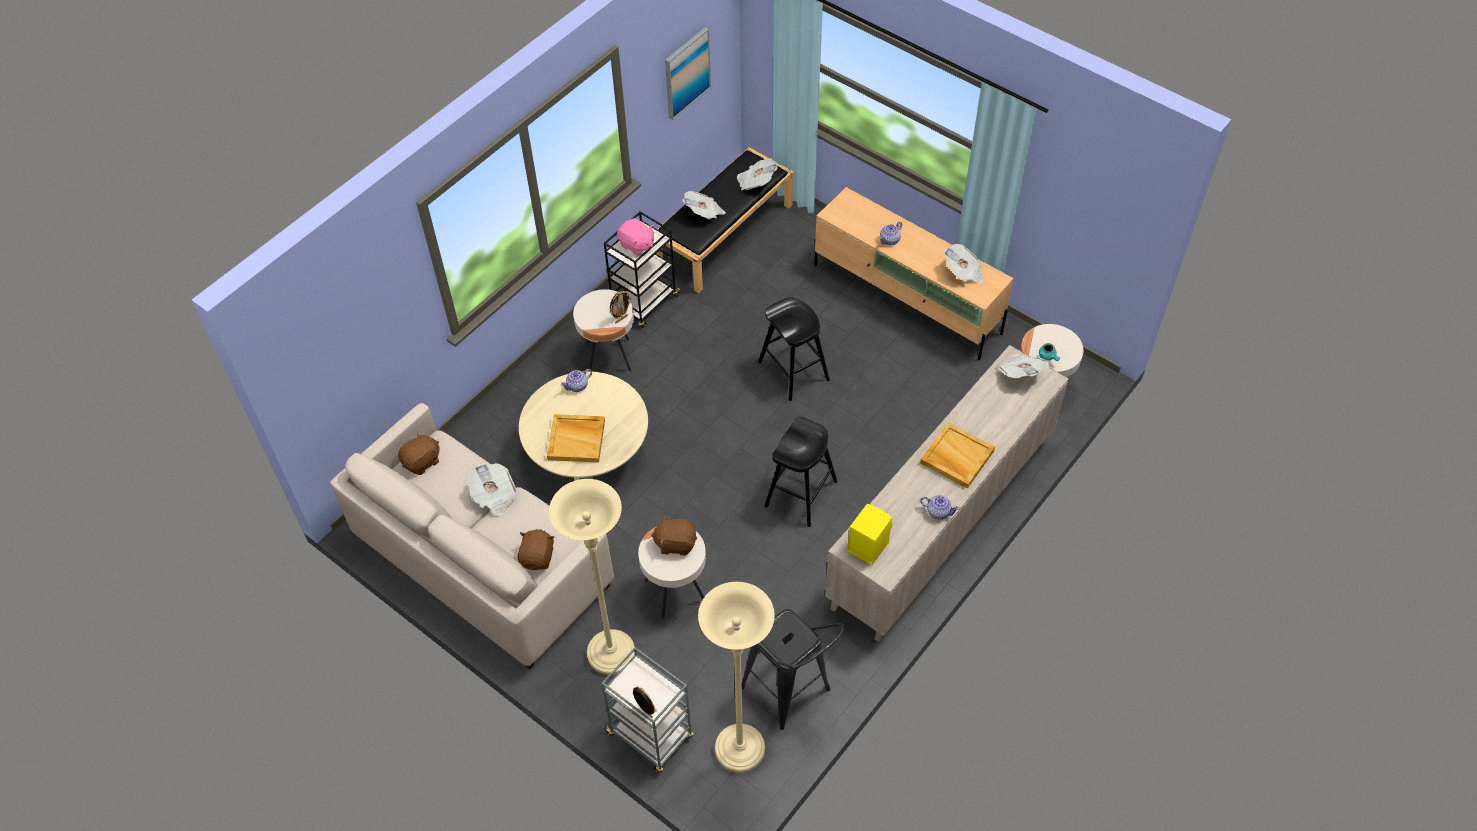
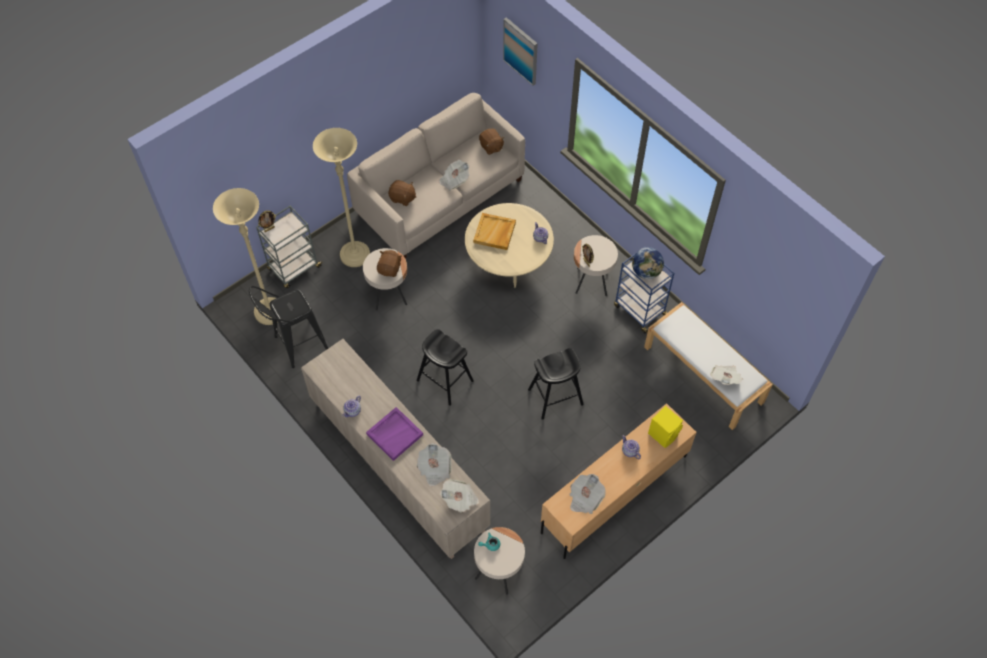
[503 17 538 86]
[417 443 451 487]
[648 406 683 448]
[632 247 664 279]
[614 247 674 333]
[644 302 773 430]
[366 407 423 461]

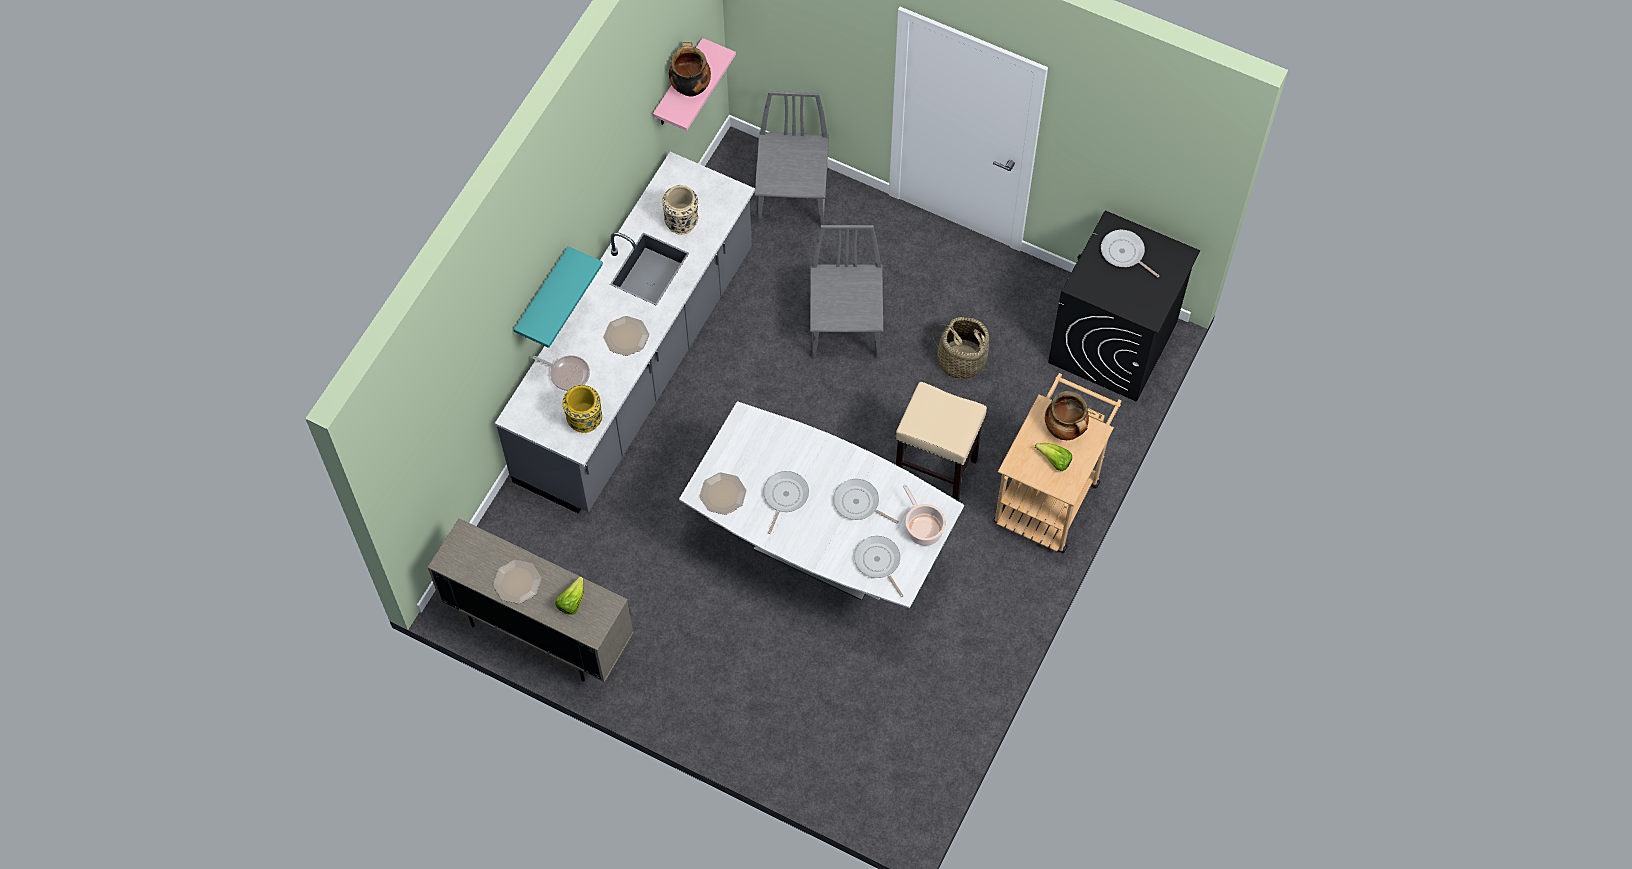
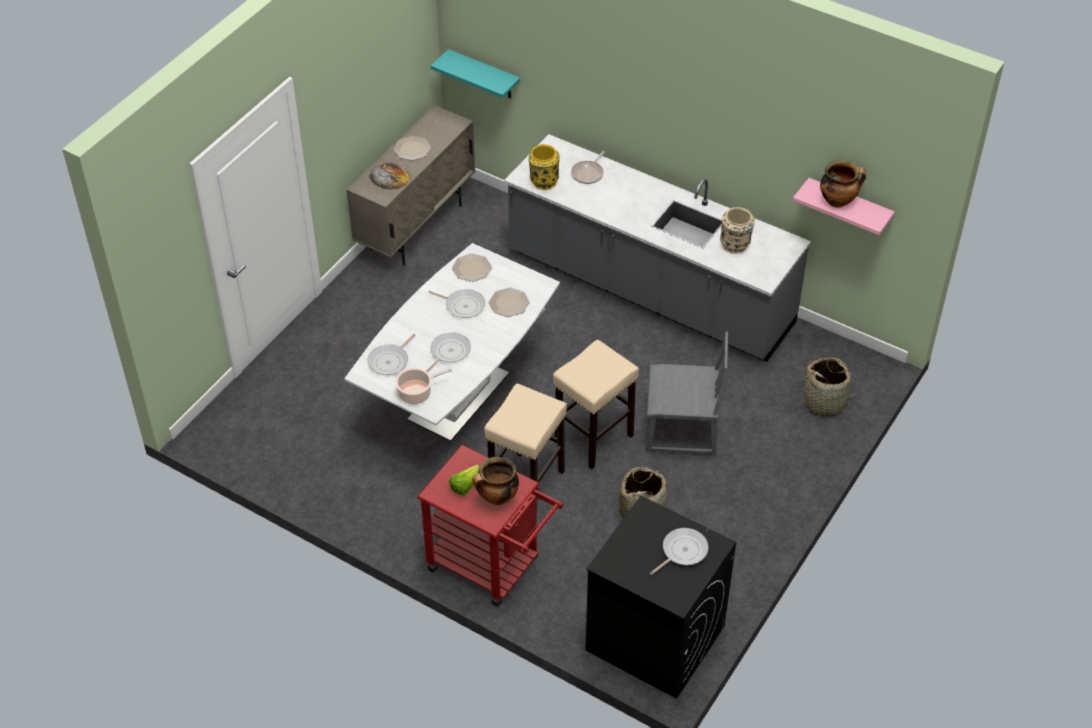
[553 340 639 469]
[431 49 520 98]
[489 288 529 317]
[369 163 411 190]
[798 357 861 417]
[417 445 563 607]
[368 334 415 375]

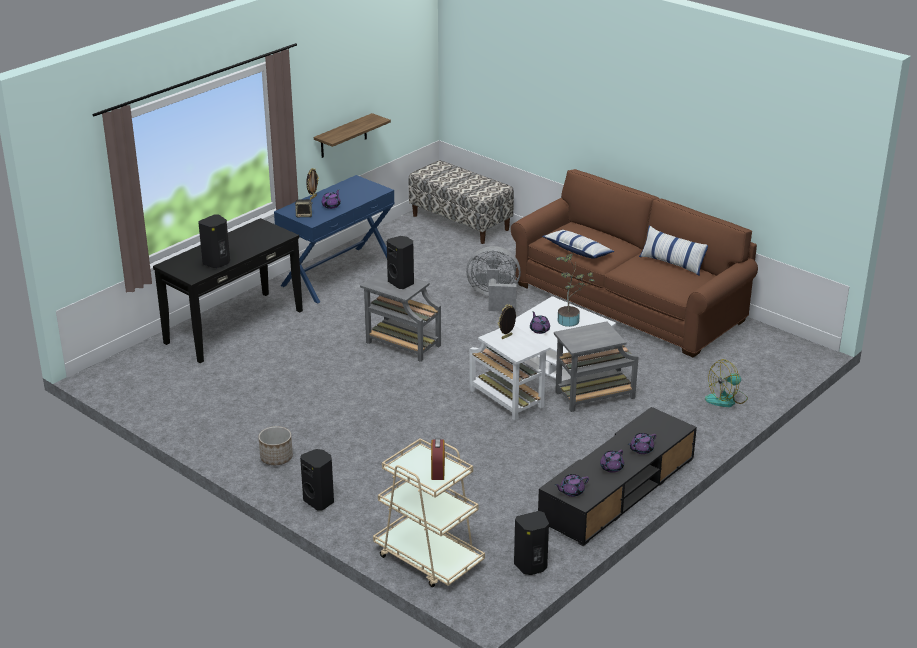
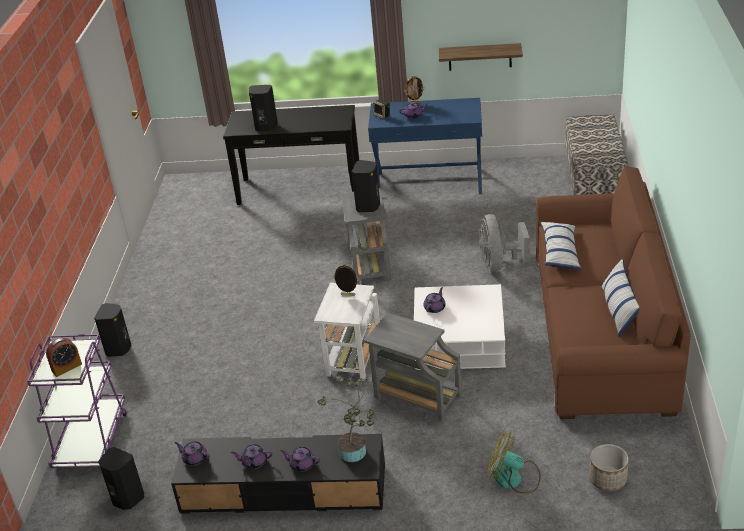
[589 444 629 491]
[318 375 374 462]
[27 334 127 468]
[479 214 530 272]

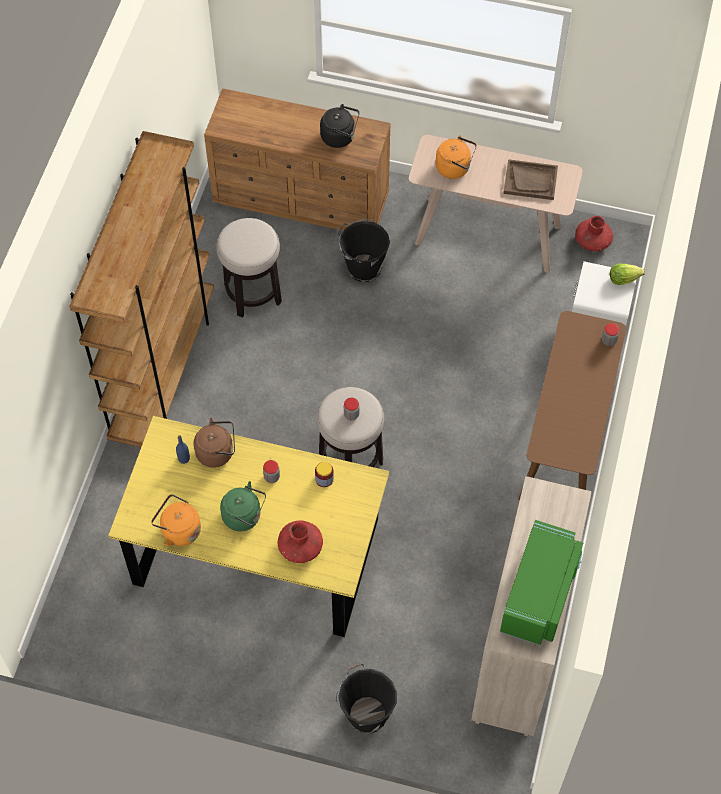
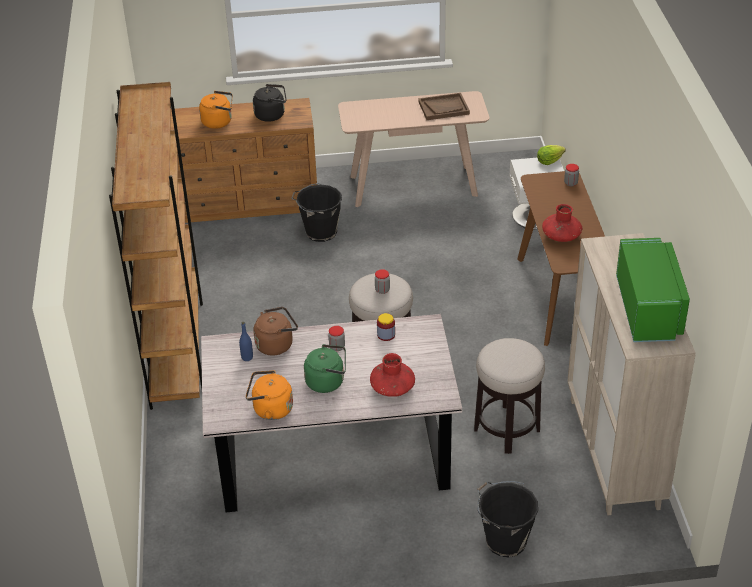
[474 338 545 454]
[199 91 233 129]
[542 204 582 242]
[201 314 462 512]

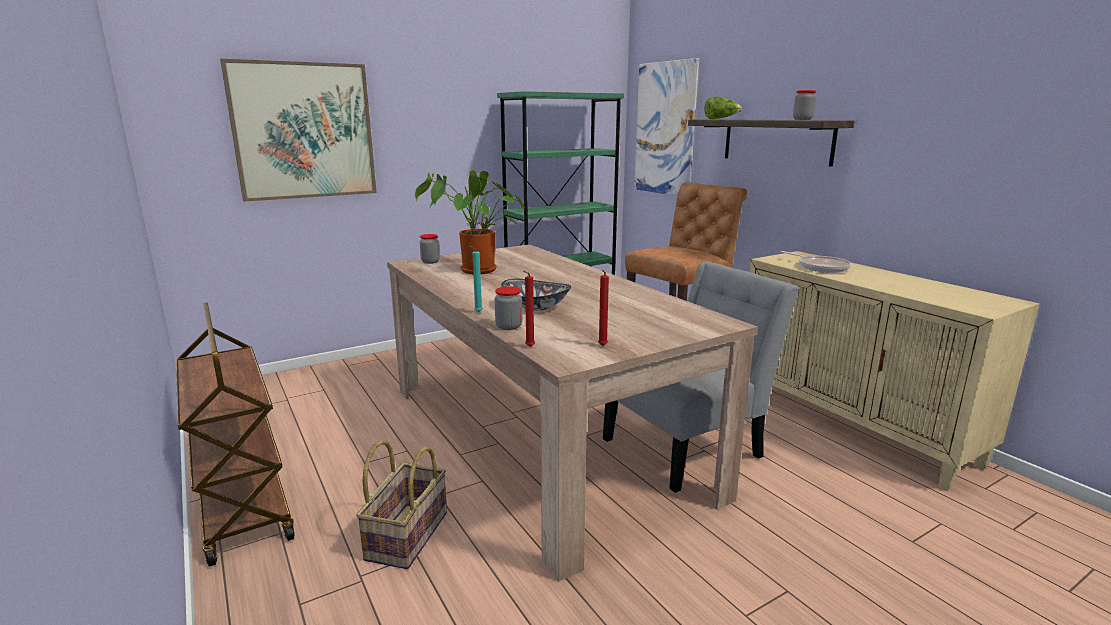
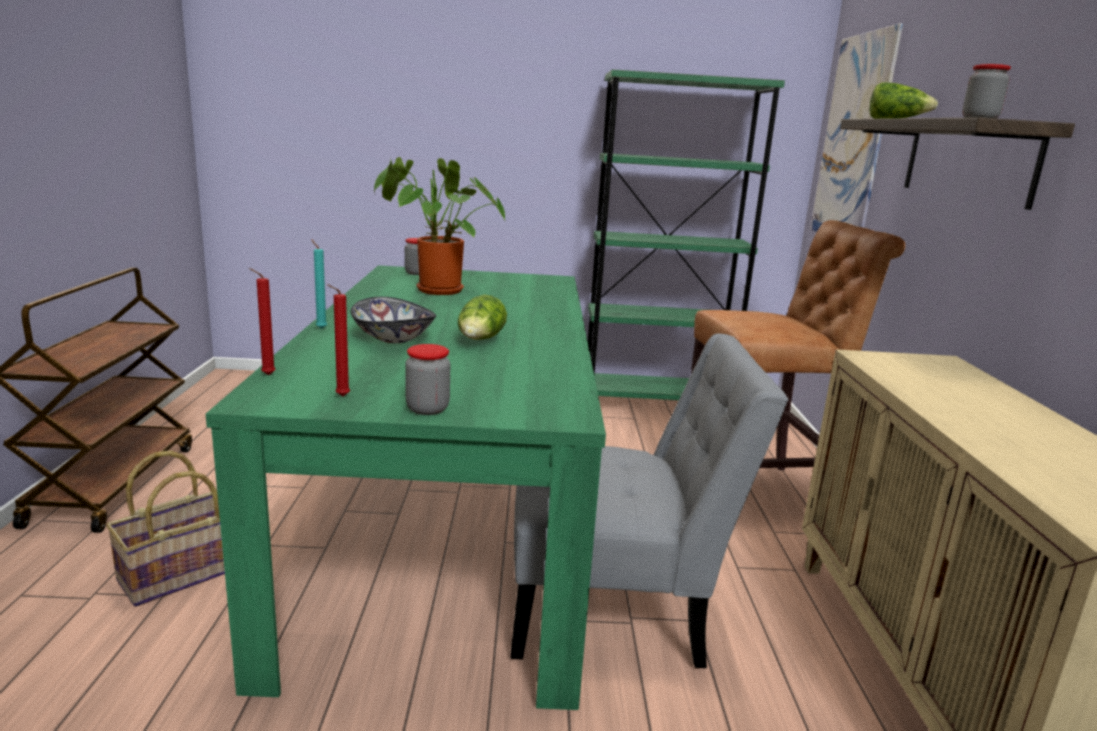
[220 59 377 202] (first image)
[781 251 852 273] (first image)
[457 295 507 340]
[405 344 450 415]
[206 265 606 710]

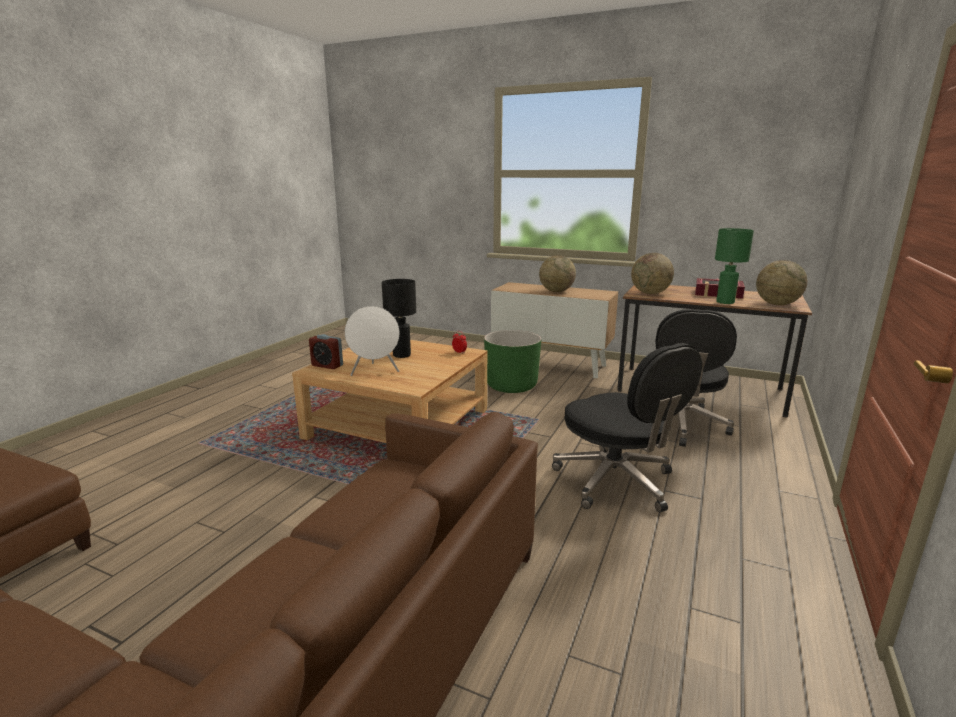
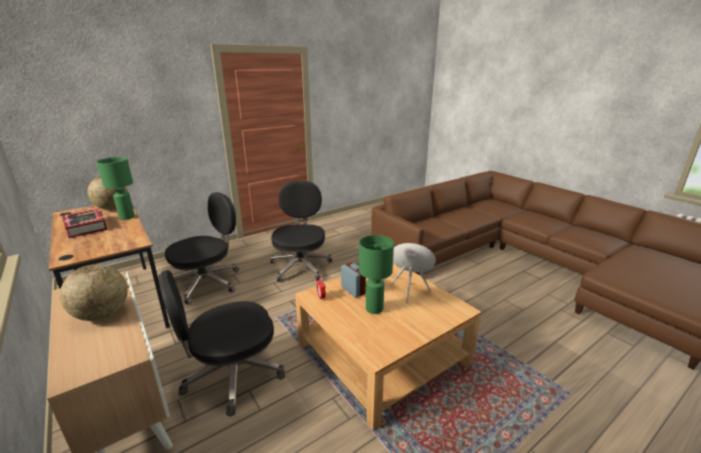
[631 253 674 294] (first image)
[341 262 366 298]
[158 270 285 416]
[359 235 394 314]

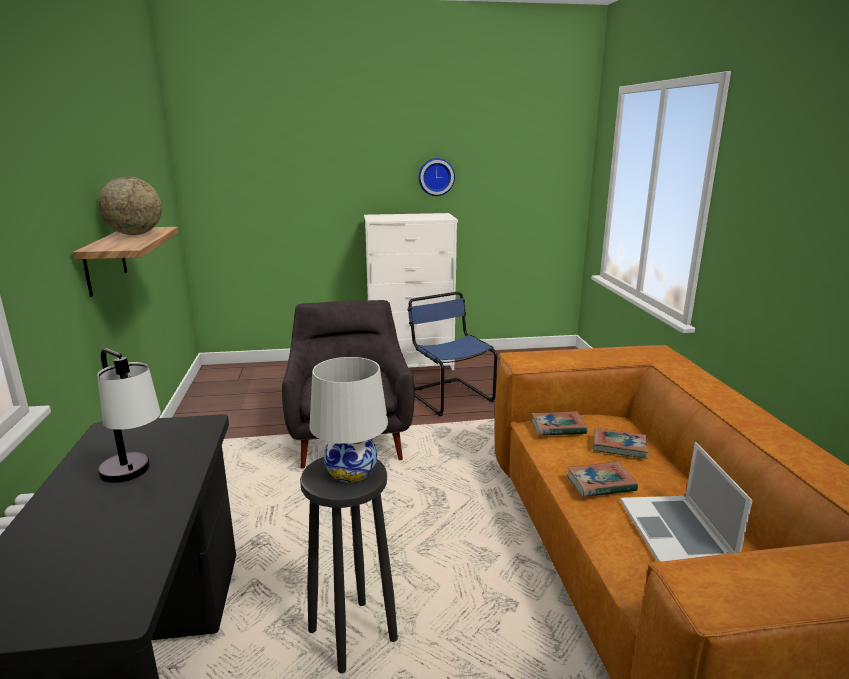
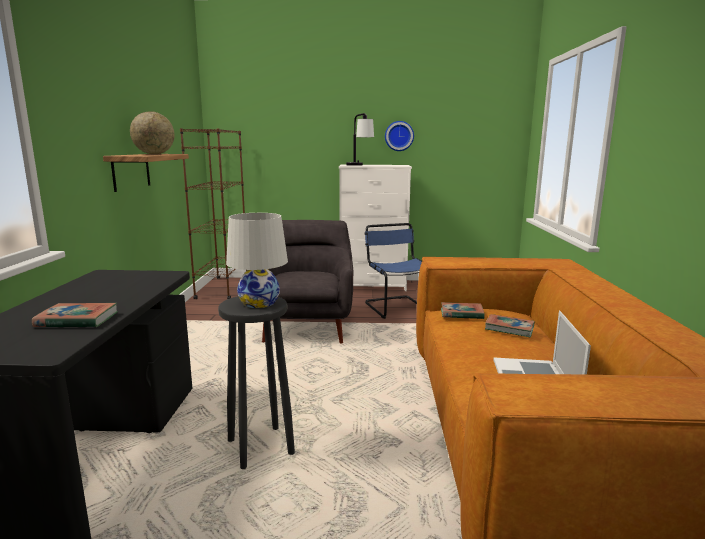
[180 128 247 299]
[346 113 374 166]
[32 303 118 327]

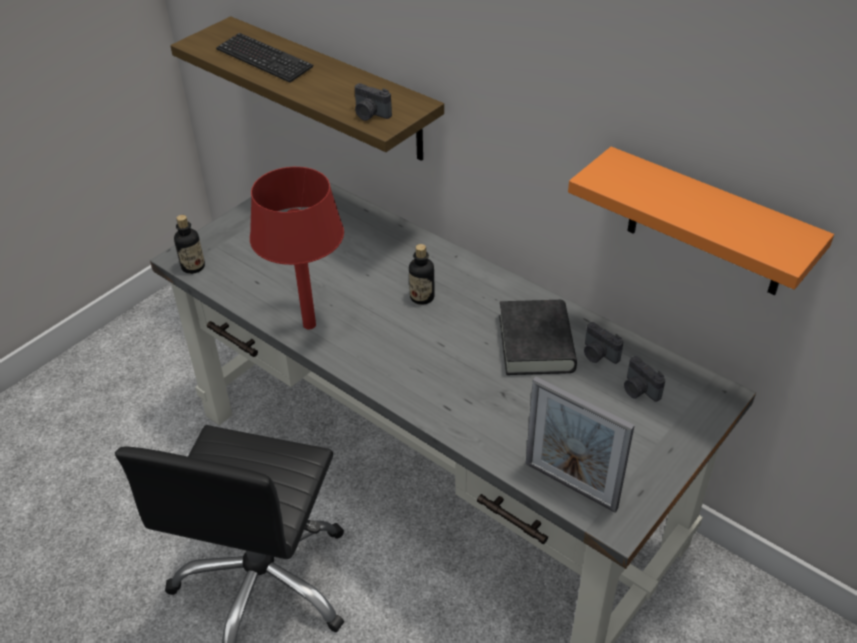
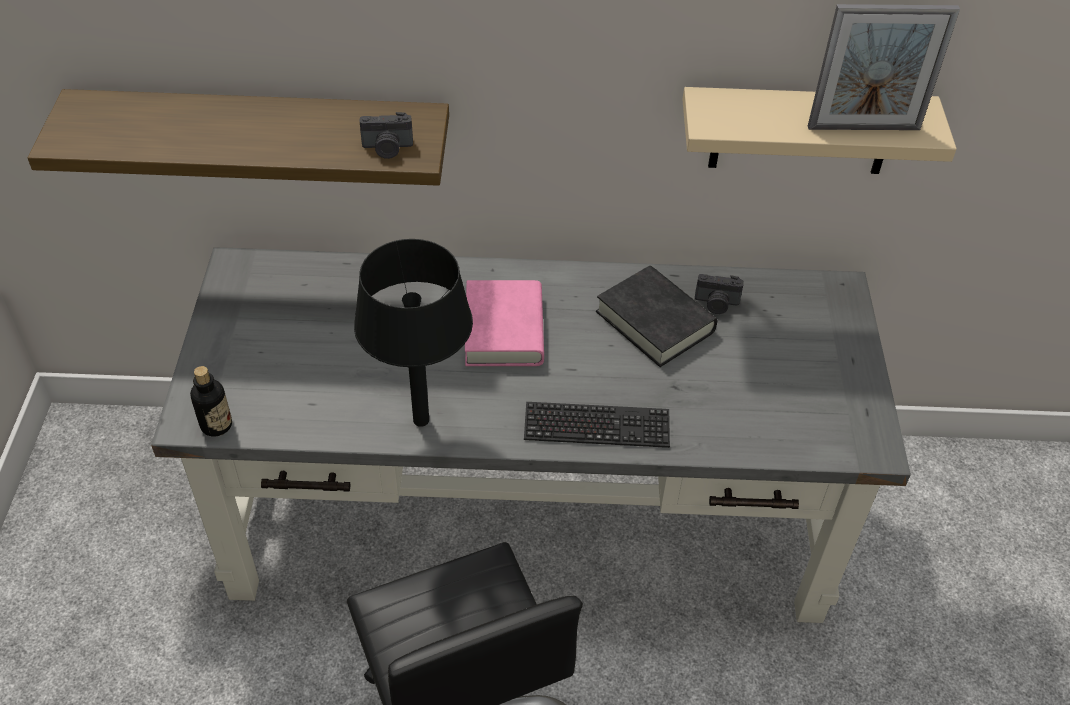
[624 356 665 402] (first image)
[524 402 670 448]
[808 4 960 130]
[465 280 544 366]
[354 239 473 427]
[682 87 957 174]

